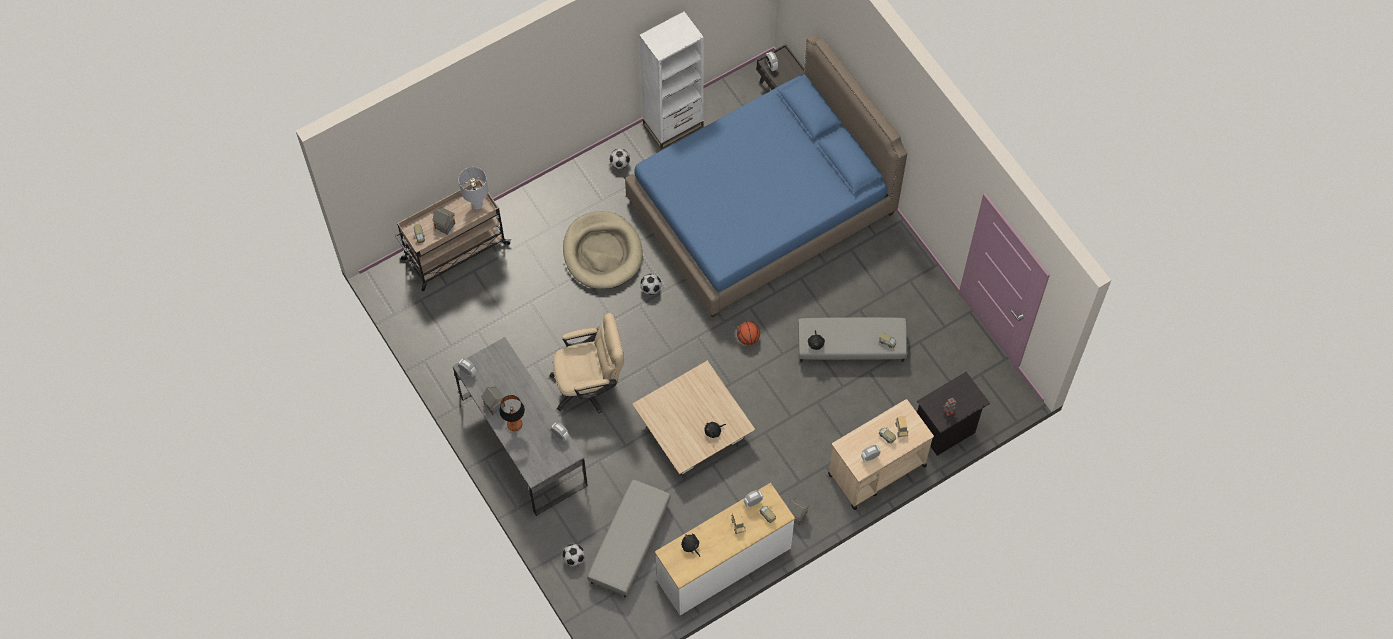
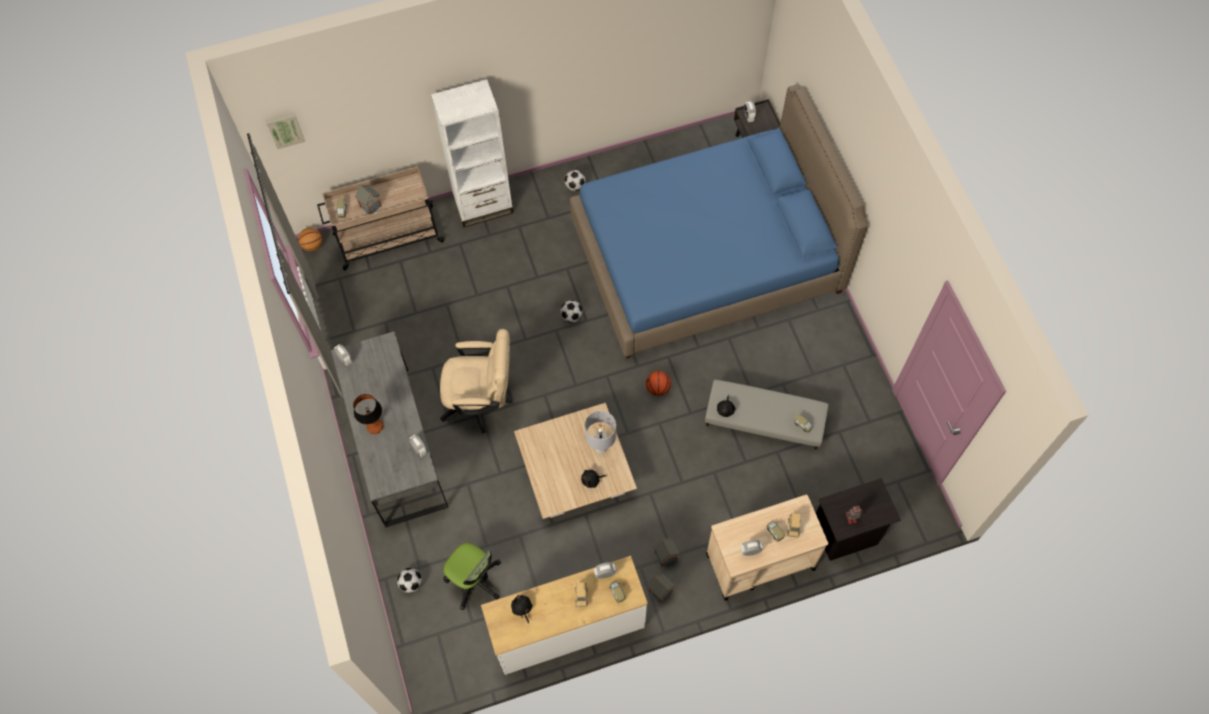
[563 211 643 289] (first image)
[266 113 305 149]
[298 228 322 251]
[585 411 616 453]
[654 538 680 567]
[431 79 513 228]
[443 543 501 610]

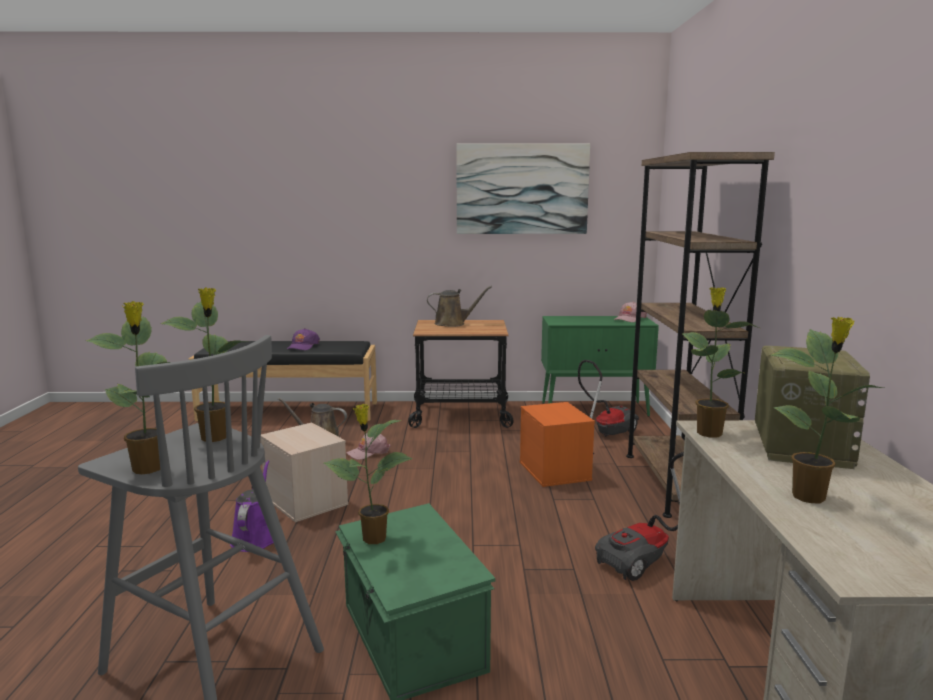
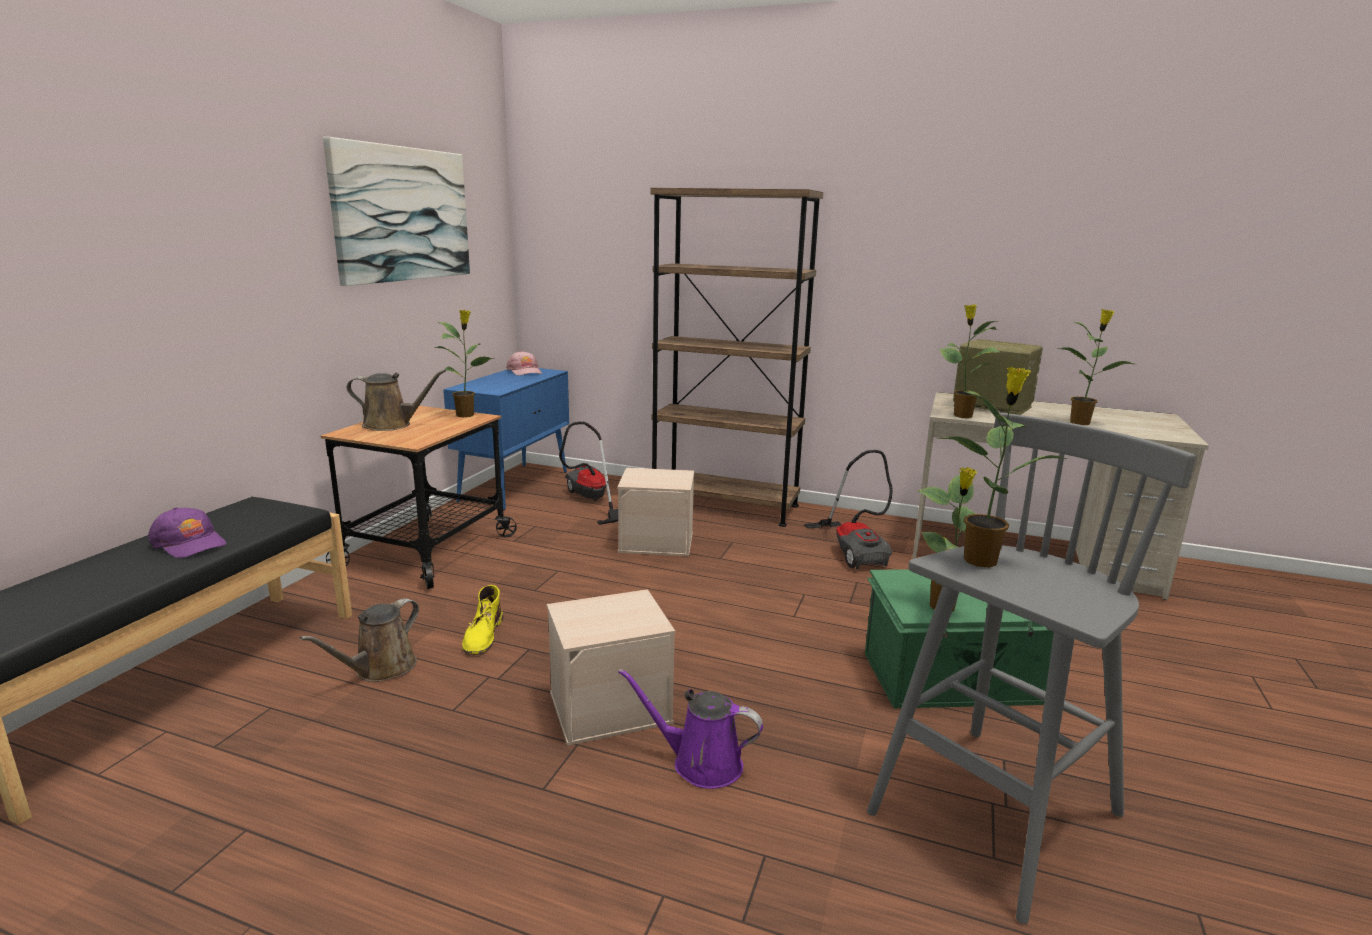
[434 310 494 417]
[462 585 503 655]
[617 468 694 556]
[443 368 569 510]
[347 369 446 431]

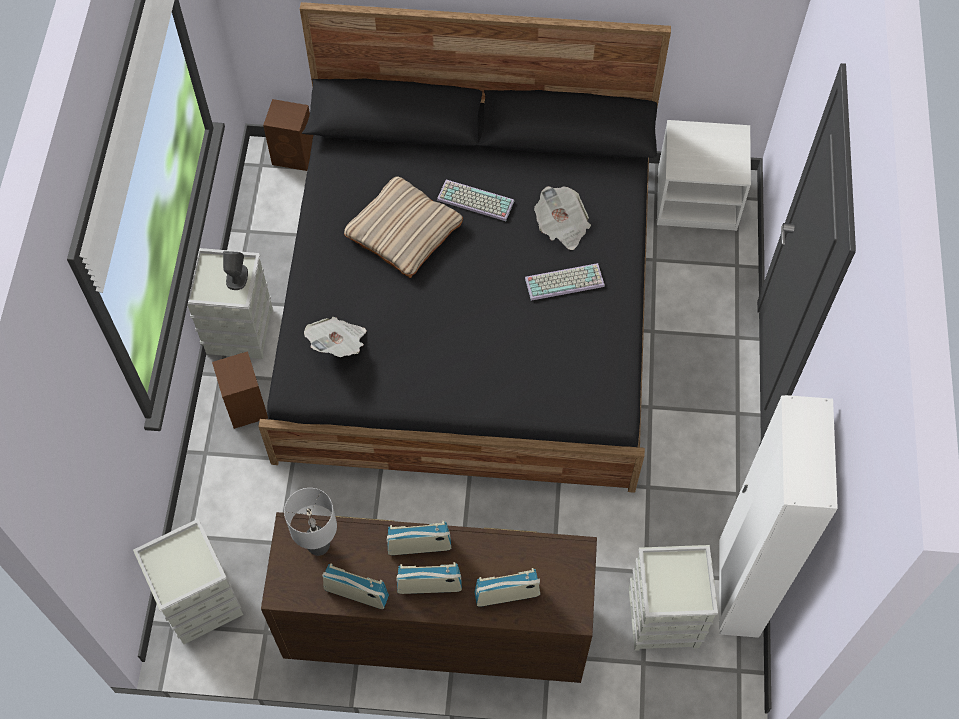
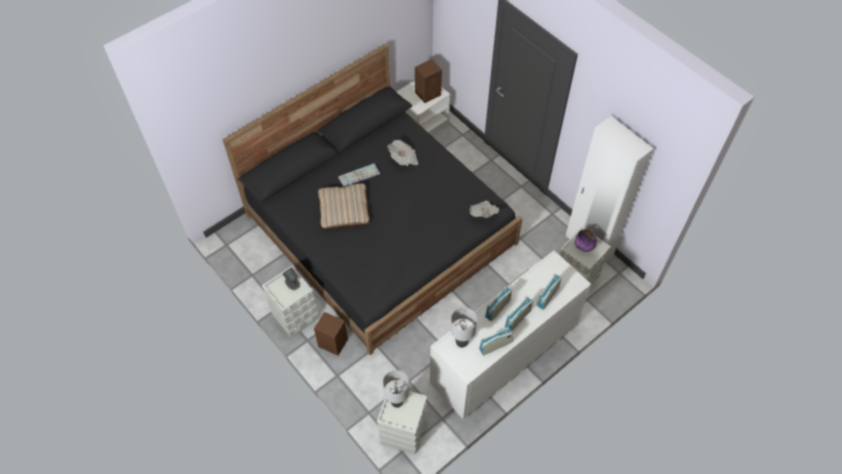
[525 263 605 301] (first image)
[383 370 409 408]
[574 229 597 252]
[415 59 442 103]
[470 201 500 218]
[430 251 591 419]

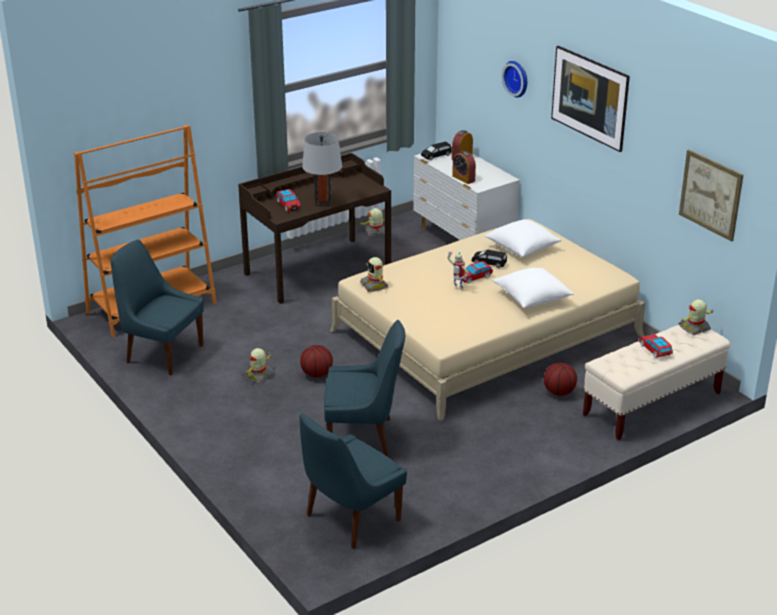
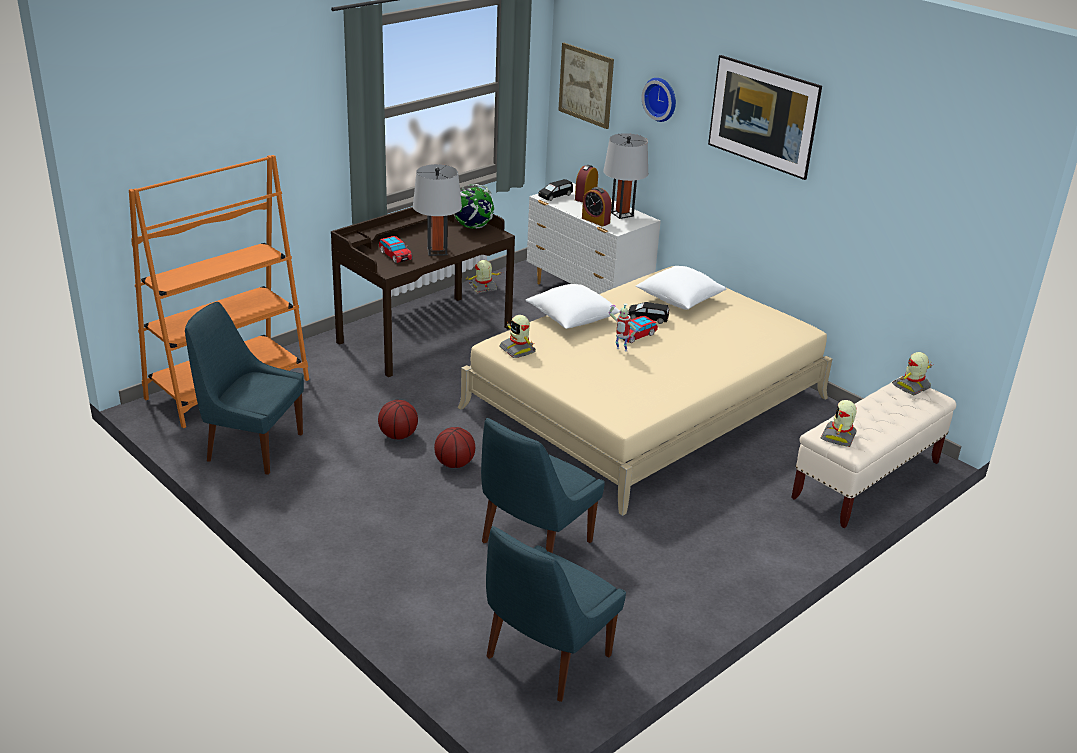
[639 334 673 358] (first image)
[454 184 495 229]
[603 133 648 219]
[821 400 857 447]
[526 284 620 329]
[378 400 418 440]
[558 43 614 129]
[481 418 605 553]

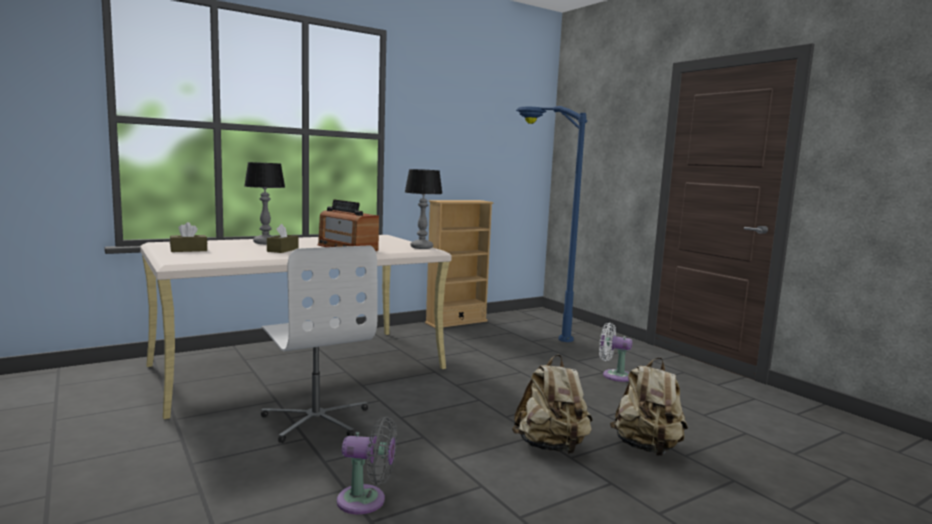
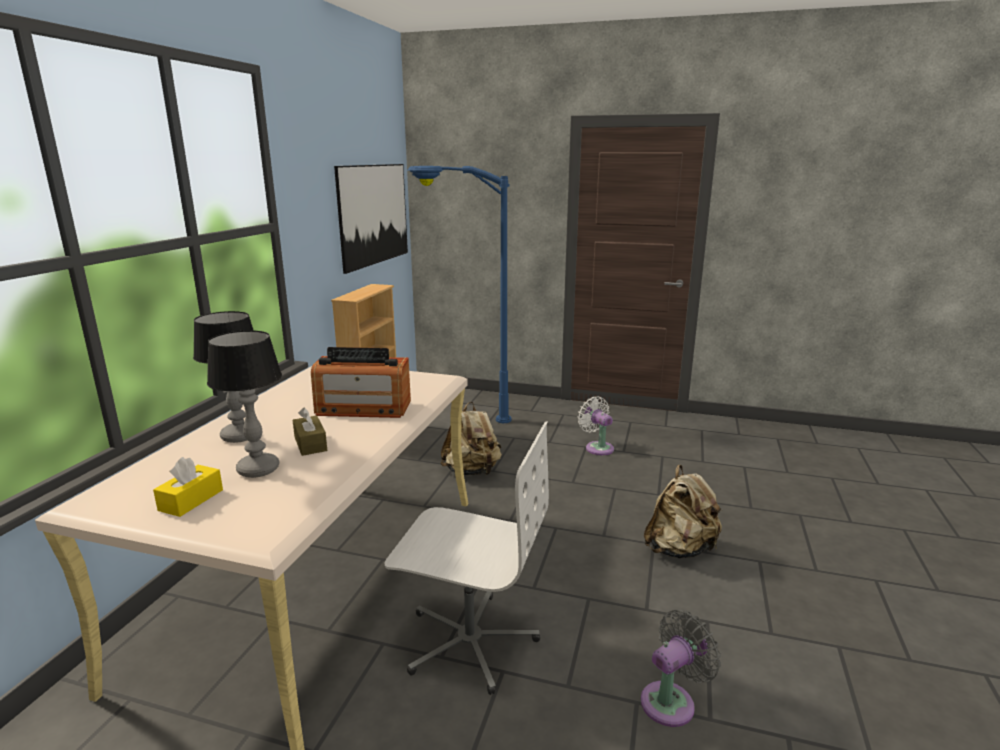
[334 164 408 274]
[207 330 282 478]
[441 402 502 475]
[153 457 223 517]
[578 397 614 455]

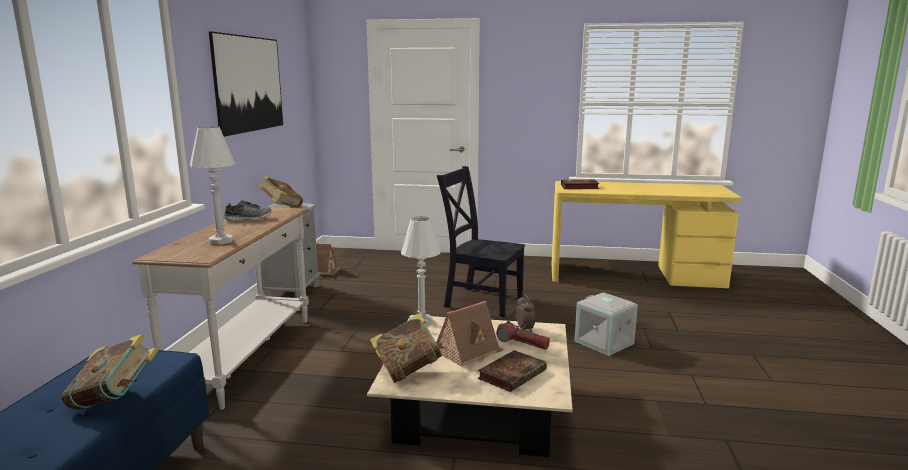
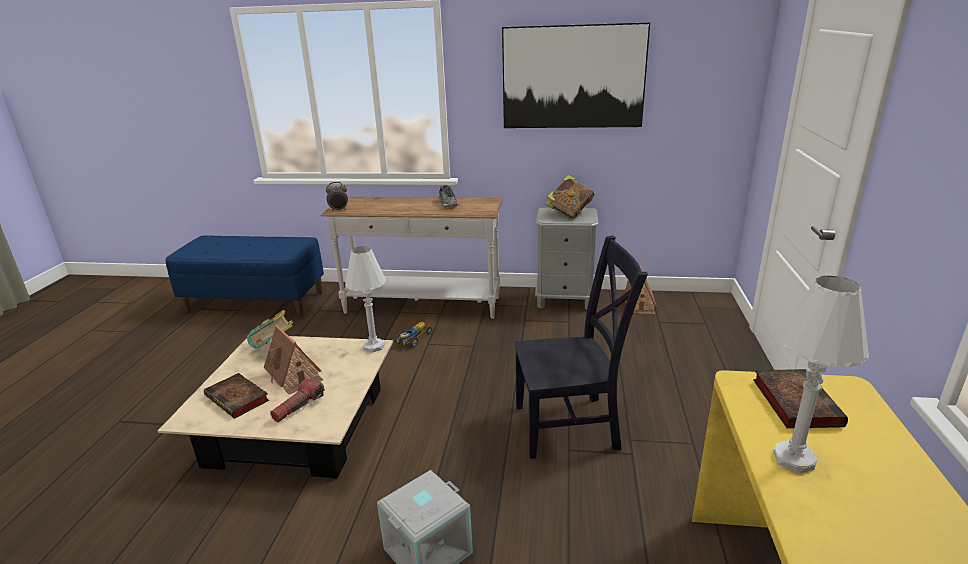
[61 334 159 410] (first image)
[395 322 432 348]
[773 276 869 473]
[326 182 348 212]
[515 235 648 459]

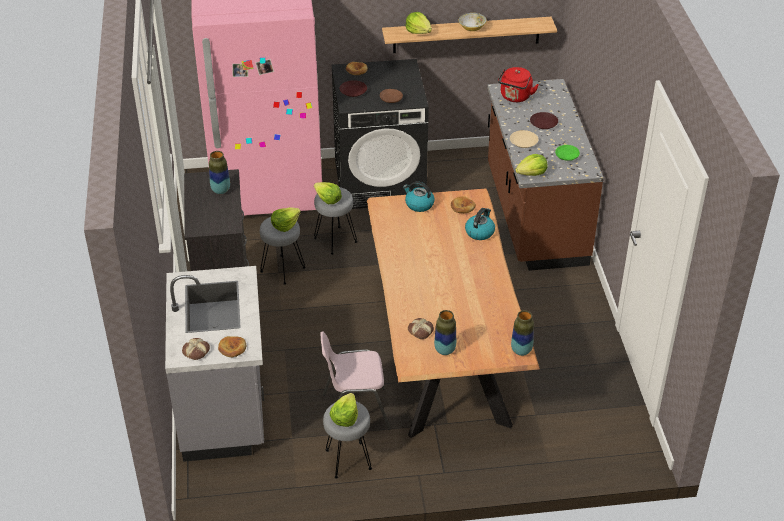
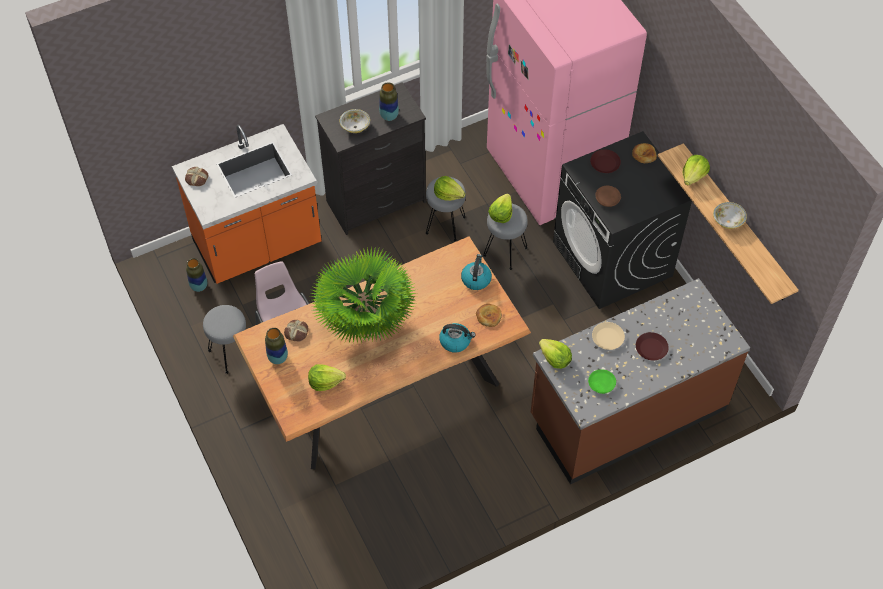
[218 336 246 357] (first image)
[498 67 539 102] (first image)
[311 247 416 344]
[339 109 370 133]
[308 364 346 391]
[186 258 207 292]
[172 124 321 284]

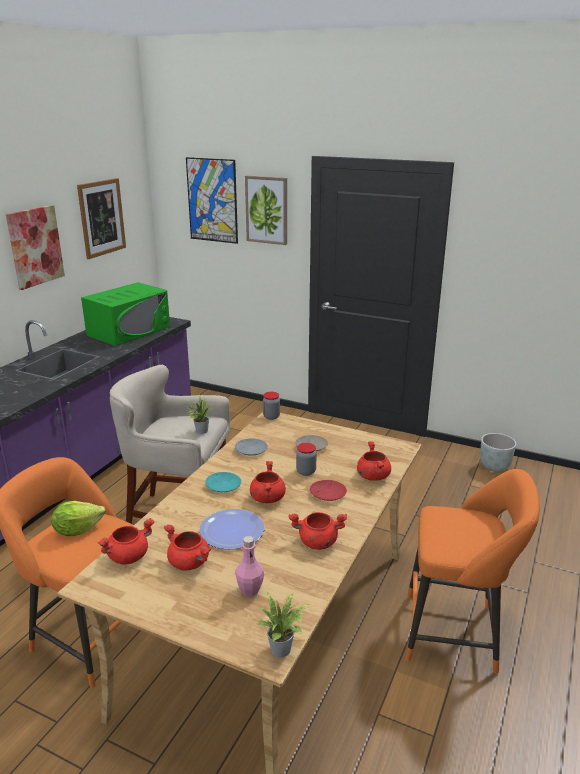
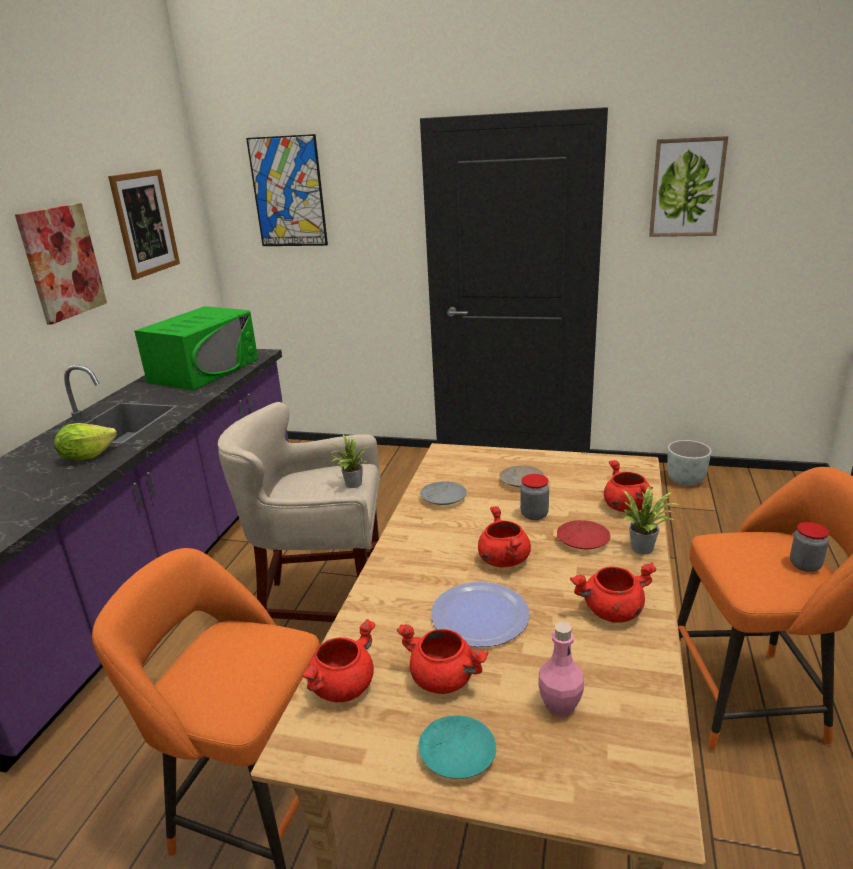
[54 423 117 460]
[418 715 496 779]
[649 136 728 237]
[622 486 680 555]
[790 522 829 572]

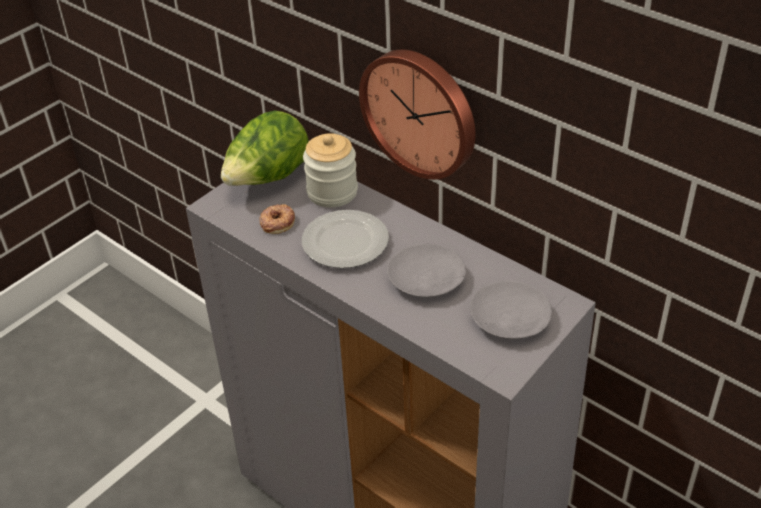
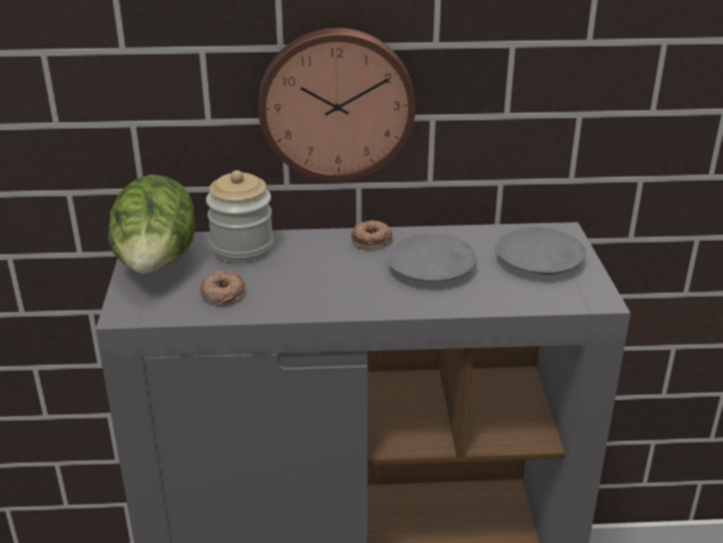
[302 210 389 268] (first image)
[351 220 392 249]

